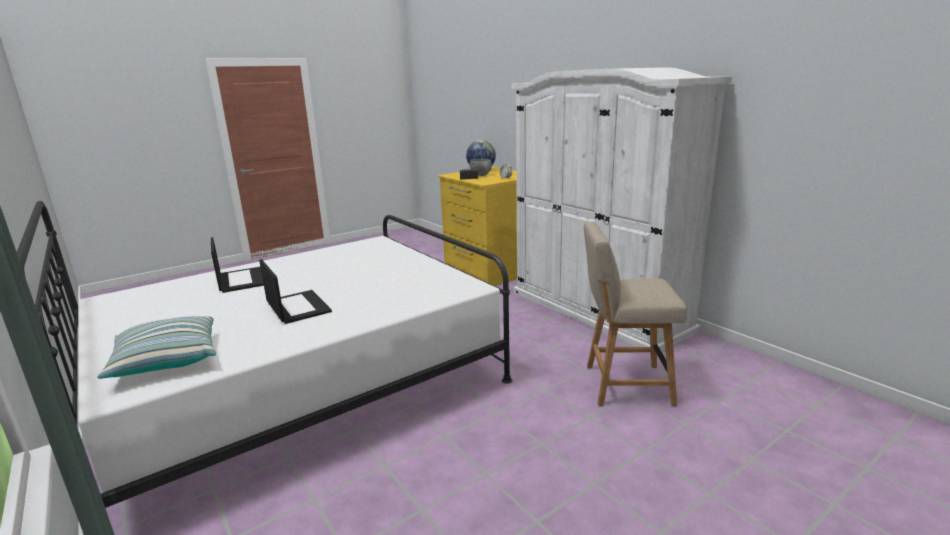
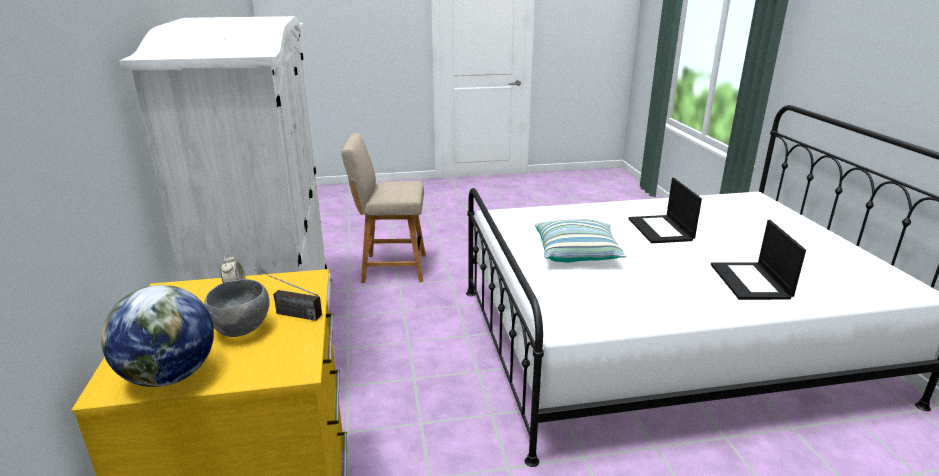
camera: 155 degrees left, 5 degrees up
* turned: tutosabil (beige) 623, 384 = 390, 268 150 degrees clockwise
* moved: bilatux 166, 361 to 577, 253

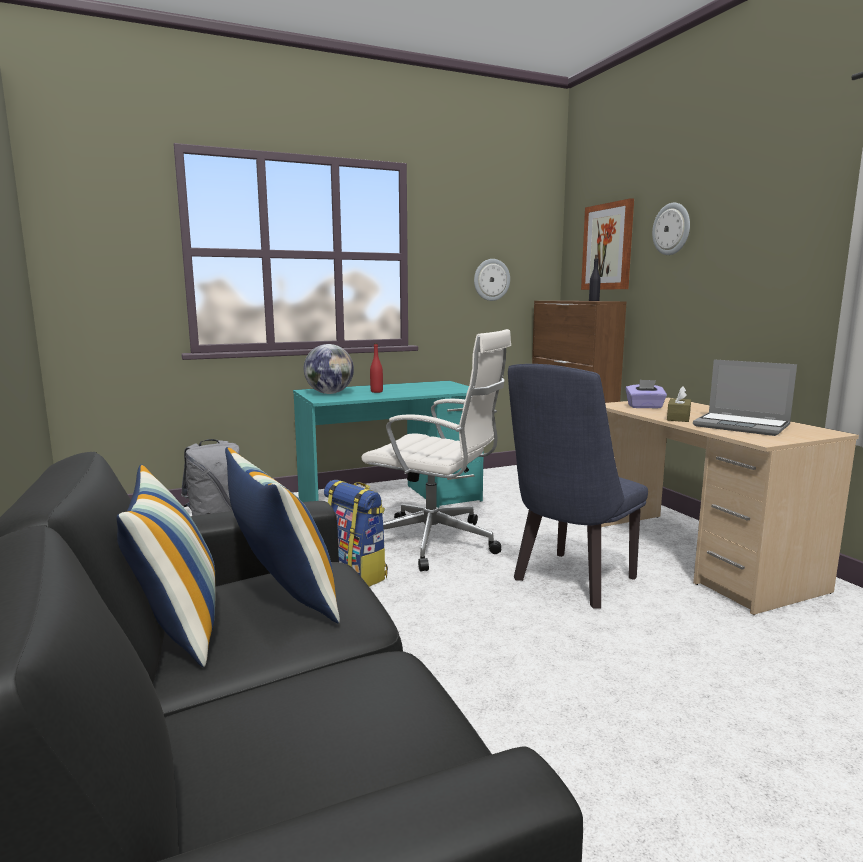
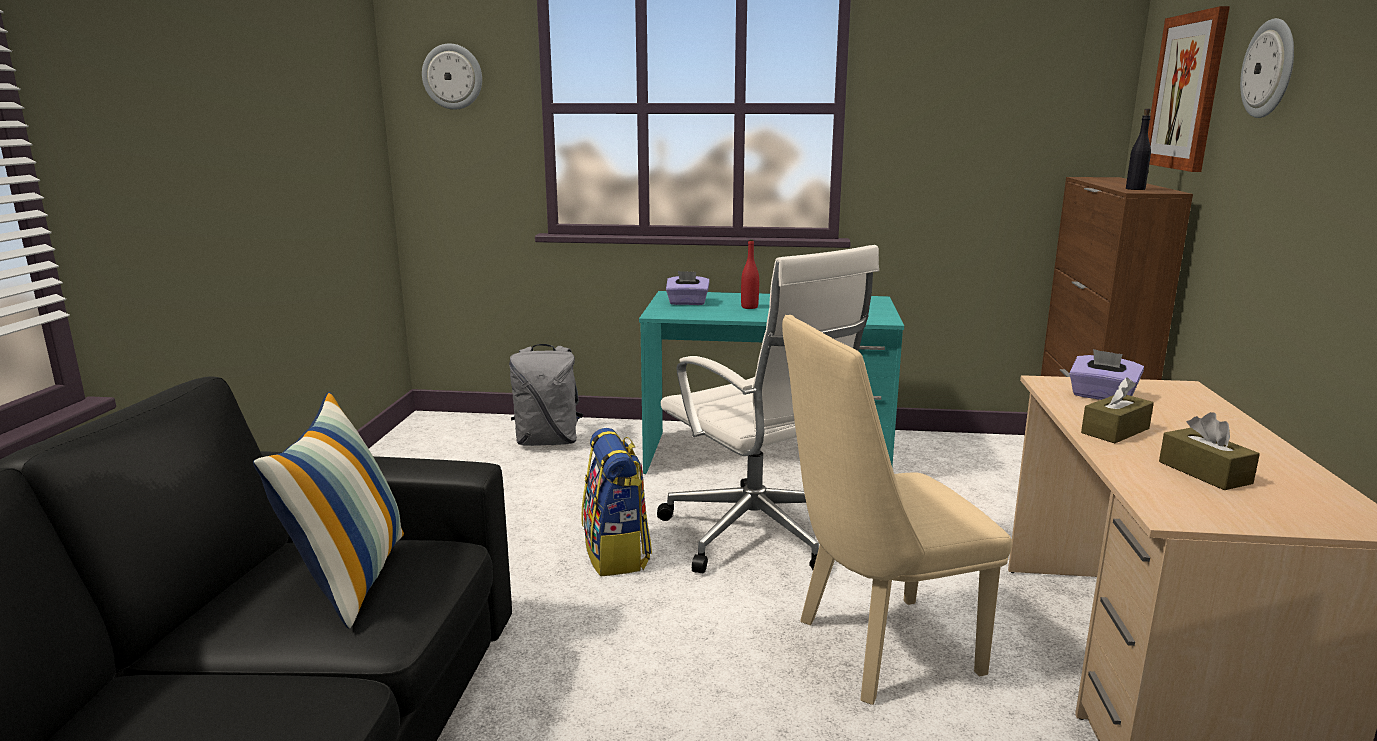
camera: 30 degrees right, 5 degrees up
* moved: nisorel 491, 280 to 452, 76
* replaced: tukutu 329, 393 to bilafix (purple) 687, 303
* replaced: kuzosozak 742, 426 to bilafix (brown) 1204, 472
* recoloured: tutosabil (blue) 570, 582 to tutosabil (beige) 874, 650
* removed: bilatux 177, 627

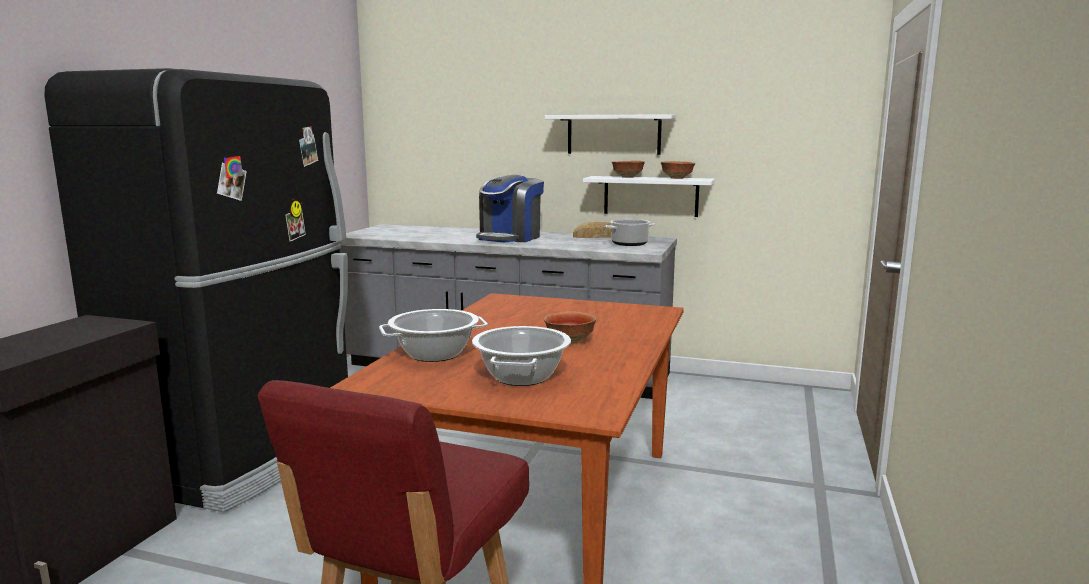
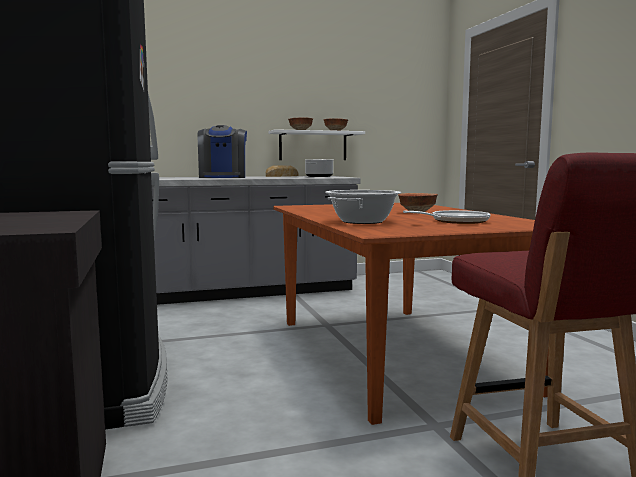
camera: 35 degrees left, 5 degrees down
* removed: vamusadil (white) 613, 134
* replaced: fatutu 521, 376 to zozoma 455, 222

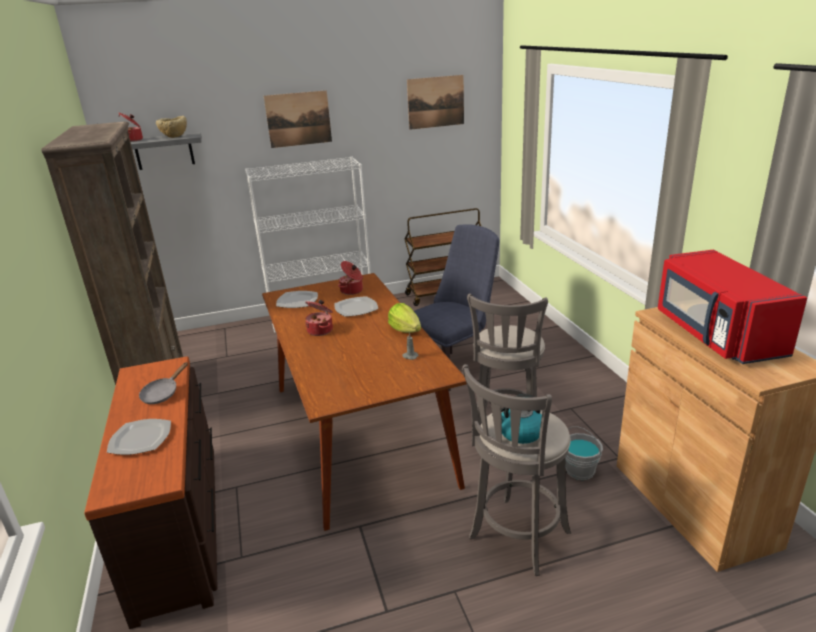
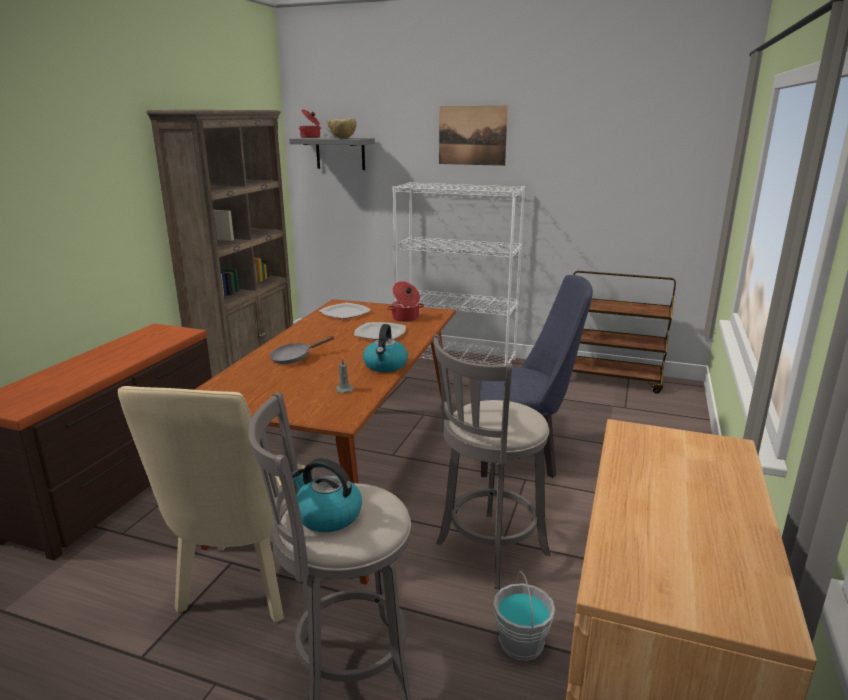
camera: 35 degrees right, 5 degrees down
* removed: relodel 436, 102
* removed: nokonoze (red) 715, 334
* removed: fatutu 320, 330
* replaced: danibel 405, 330 to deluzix 385, 366
* moved: zozoma (grey) 162, 394 to 295, 358
* removed: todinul 141, 438
* added: tutosabil (beige) 242, 590

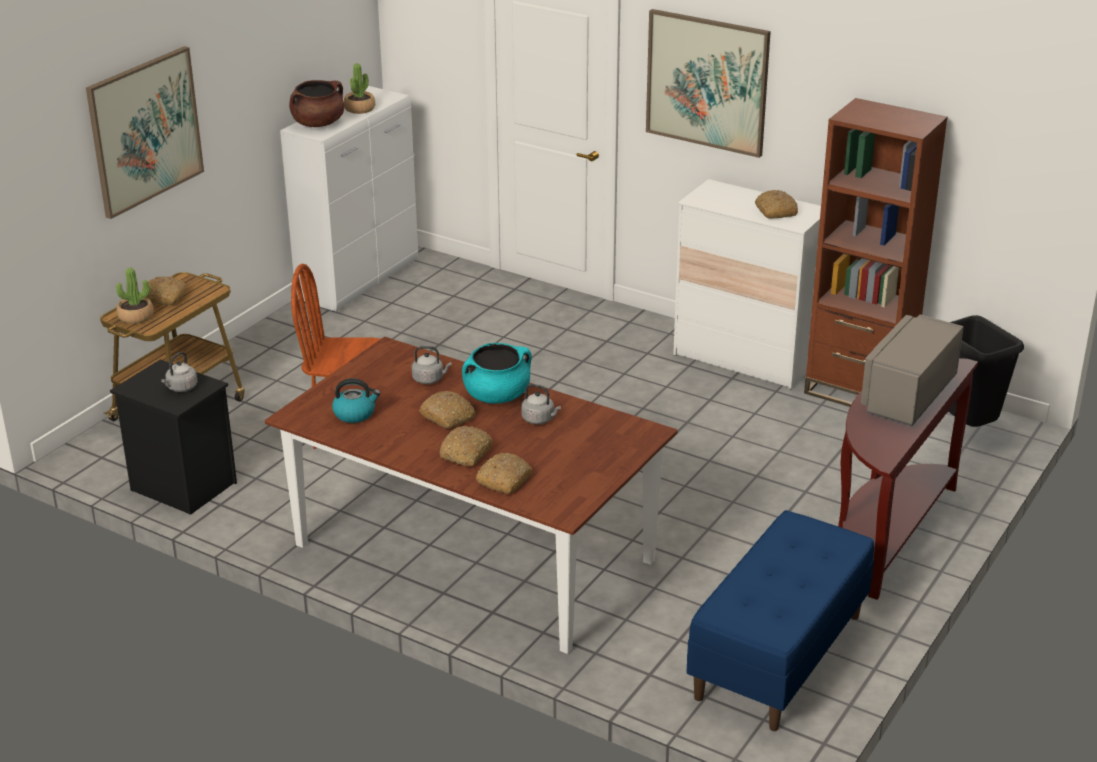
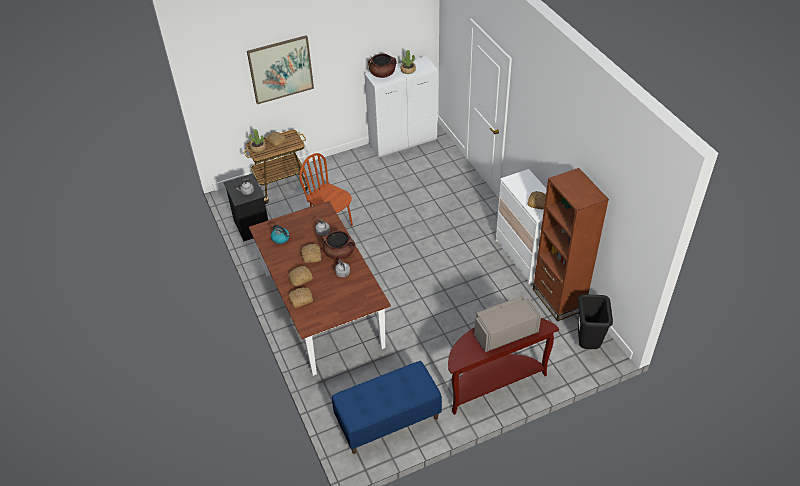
camera: 35 degrees right, 15 degrees up
* removed: relodel 707, 82
* recoloured: fatutu (turquoise) 497, 396 to fatutu (brown) 339, 253

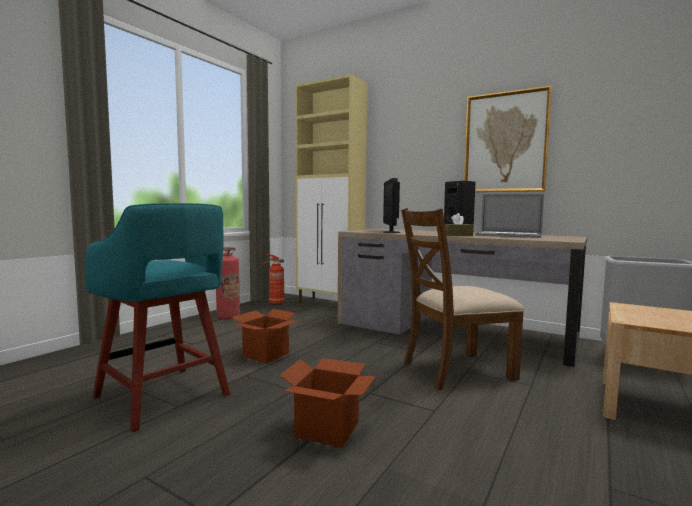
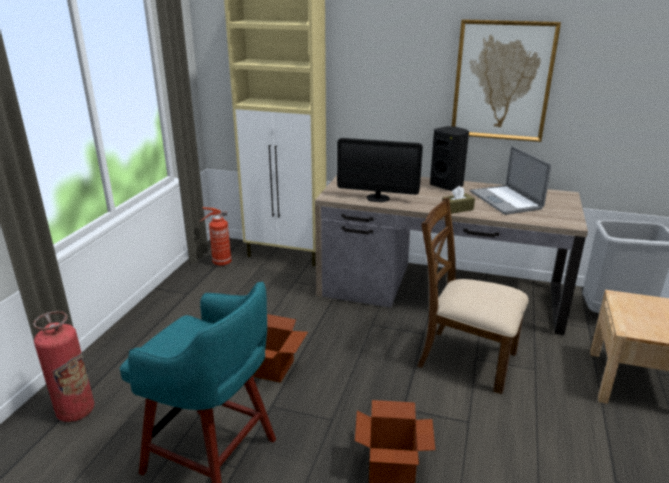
camera: 15 degrees left, 20 degrees up
* turned: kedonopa 391, 232 = 377, 198 60 degrees counterclockwise
* turned: kuzosozak 508, 235 = 505, 200 60 degrees clockwise
* turned: tutosabil (brown) 456, 370 = 466, 359 60 degrees clockwise
* moved: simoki 228, 317 to 76, 411

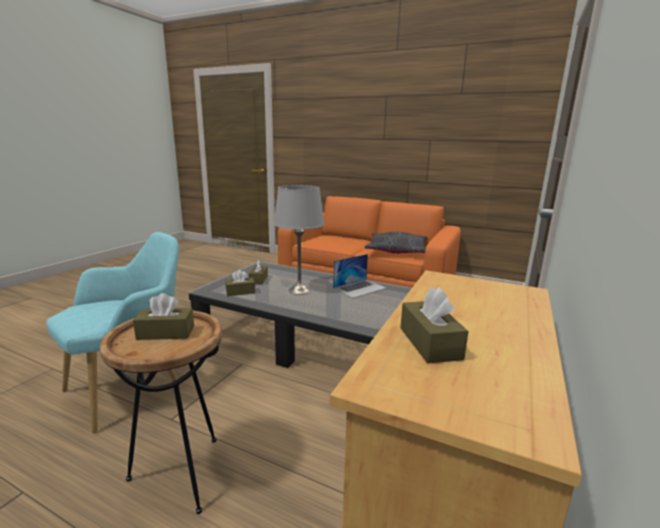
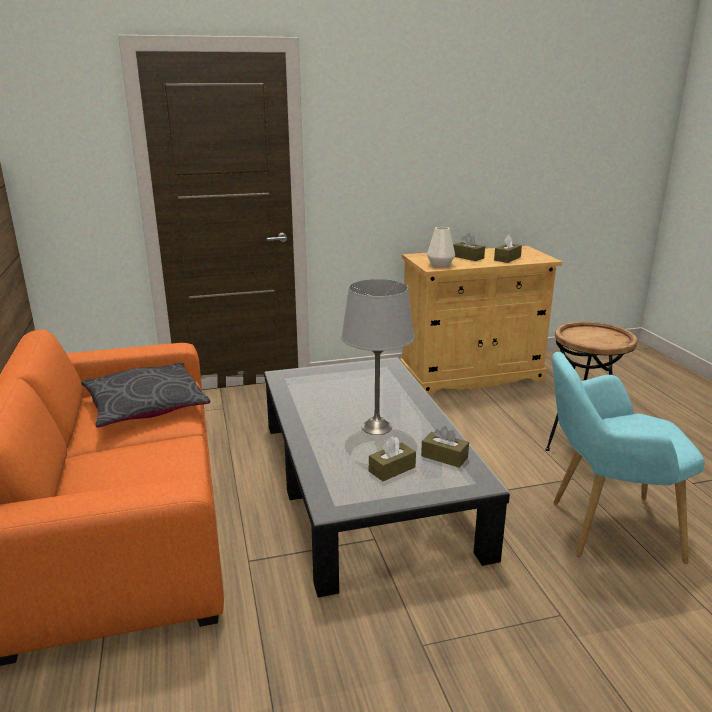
camera: 130 degrees left, 5 degrees up
* removed: kuzosozak 360, 288
* moved: bilafix (brown) 166, 333 to 468, 257
* added: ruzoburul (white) 440, 265

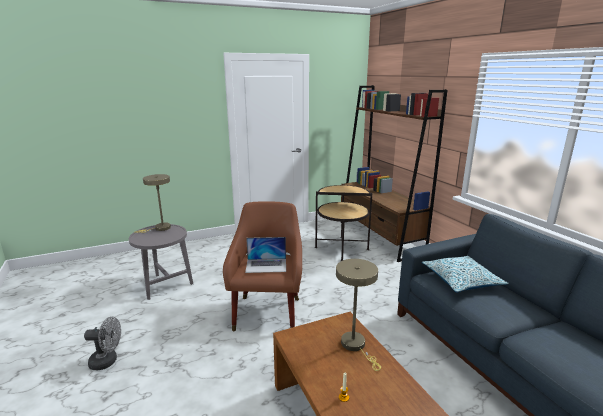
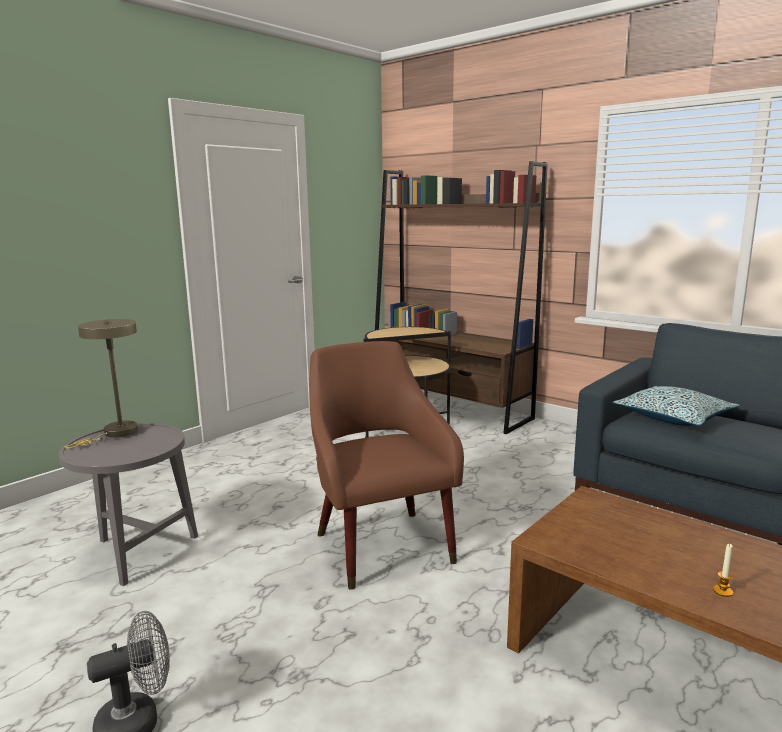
camera: 25 degrees left, 5 degrees down
* removed: kuzosozak 266, 265
* removed: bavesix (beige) 356, 346

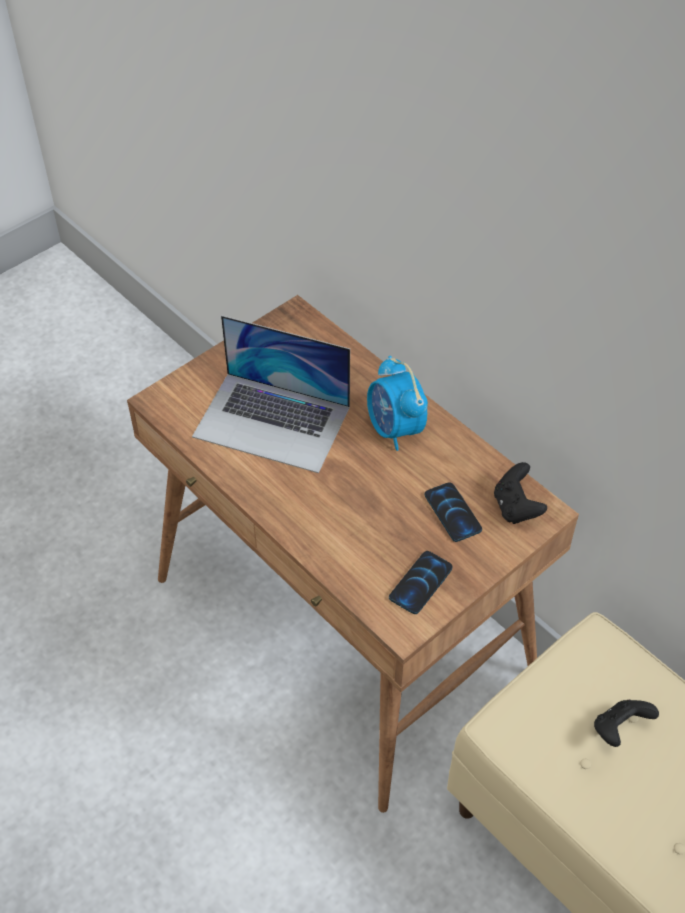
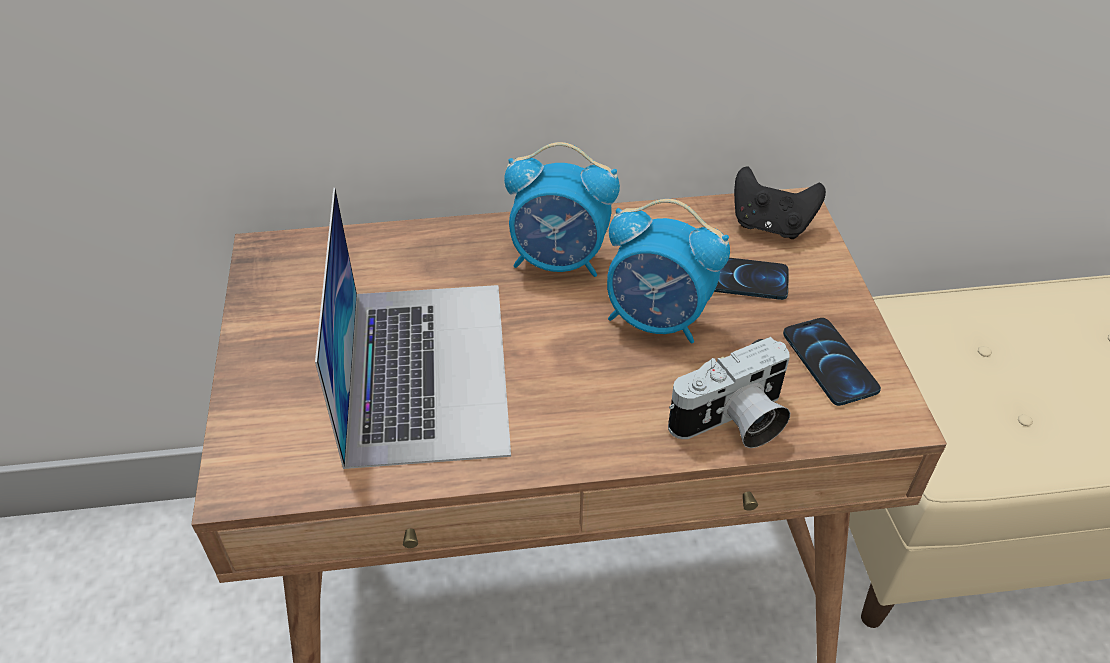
camera: 55 degrees left, 5 degrees down
* turned: kuzosozak 272, 421 = 426, 369 60 degrees counterclockwise
* removed: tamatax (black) 619, 729
* added: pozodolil 657, 320
* added: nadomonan 733, 423

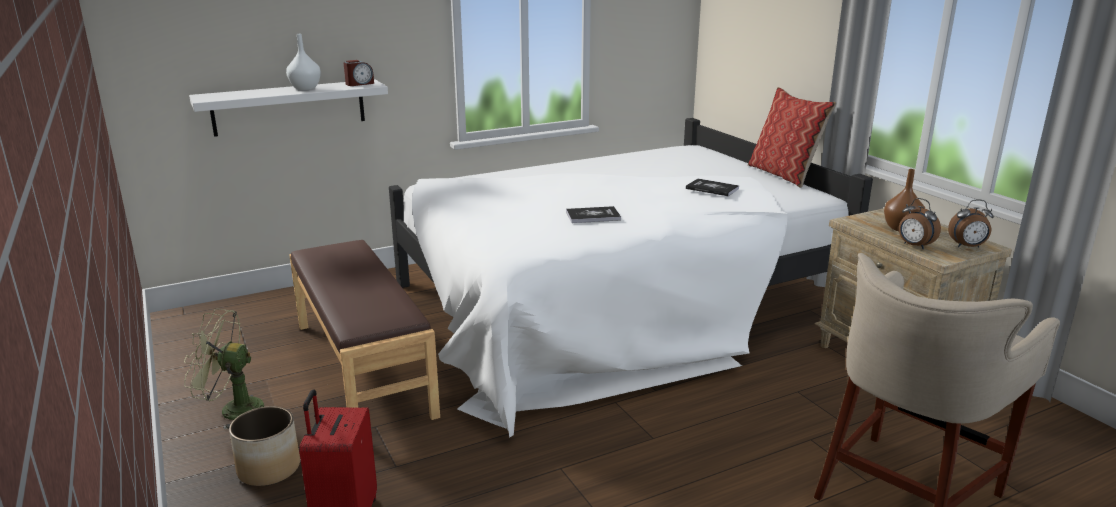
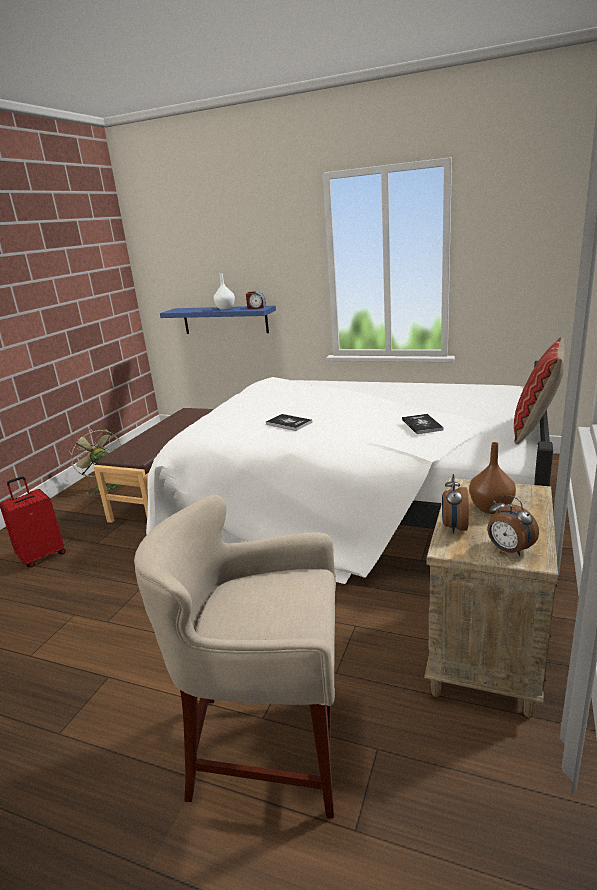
camera: 50 degrees right, 0 degrees up
* recoloured: vamusadil (white) 289, 107 to vamusadil (blue) 225, 320
* removed: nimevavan 269, 469

